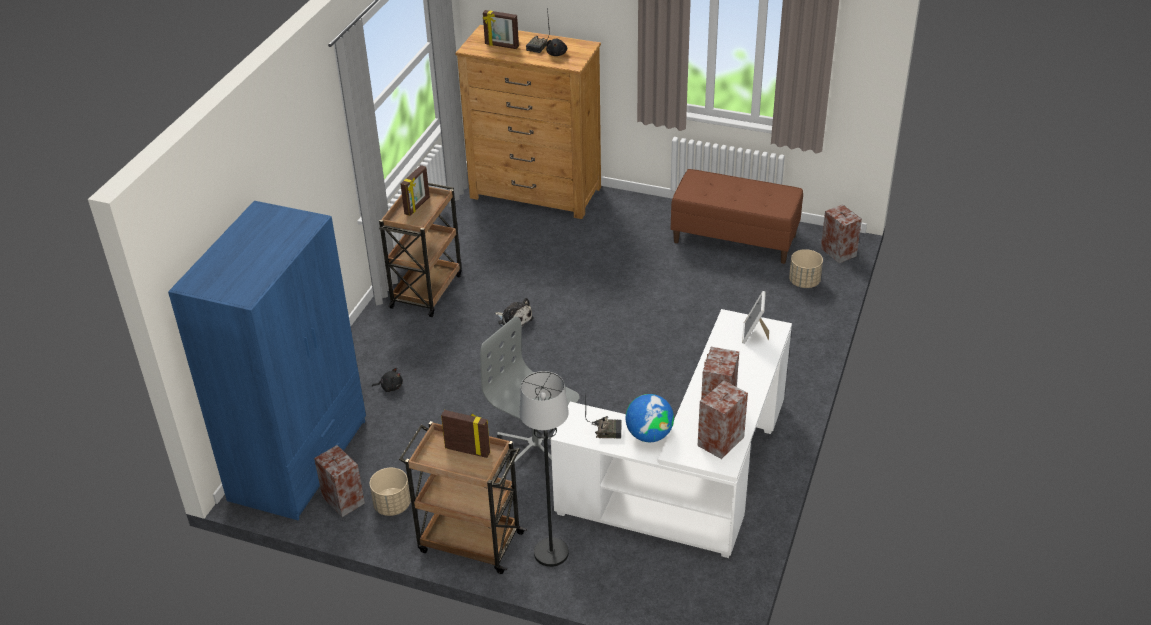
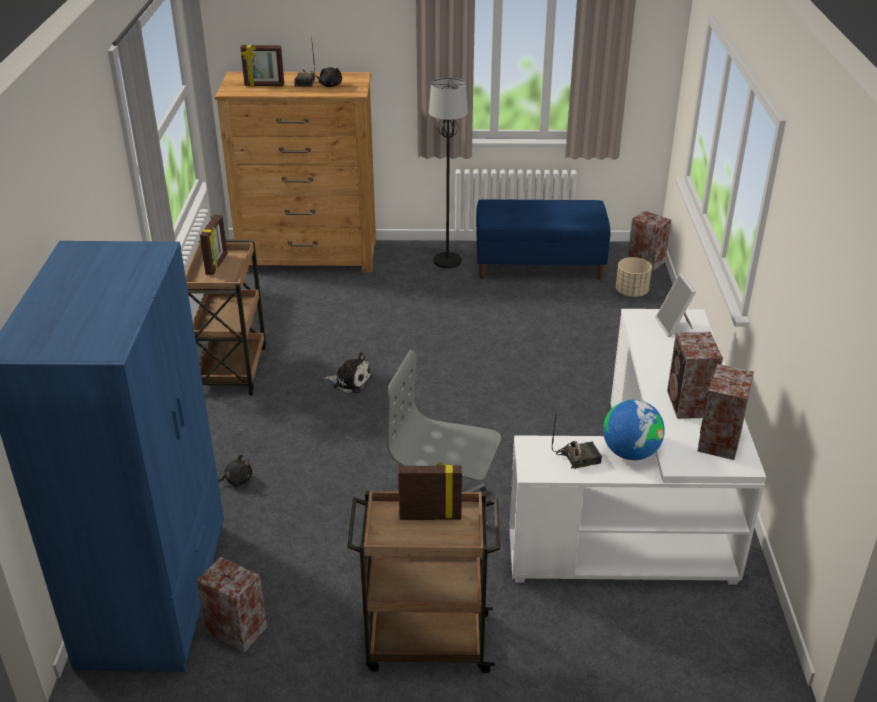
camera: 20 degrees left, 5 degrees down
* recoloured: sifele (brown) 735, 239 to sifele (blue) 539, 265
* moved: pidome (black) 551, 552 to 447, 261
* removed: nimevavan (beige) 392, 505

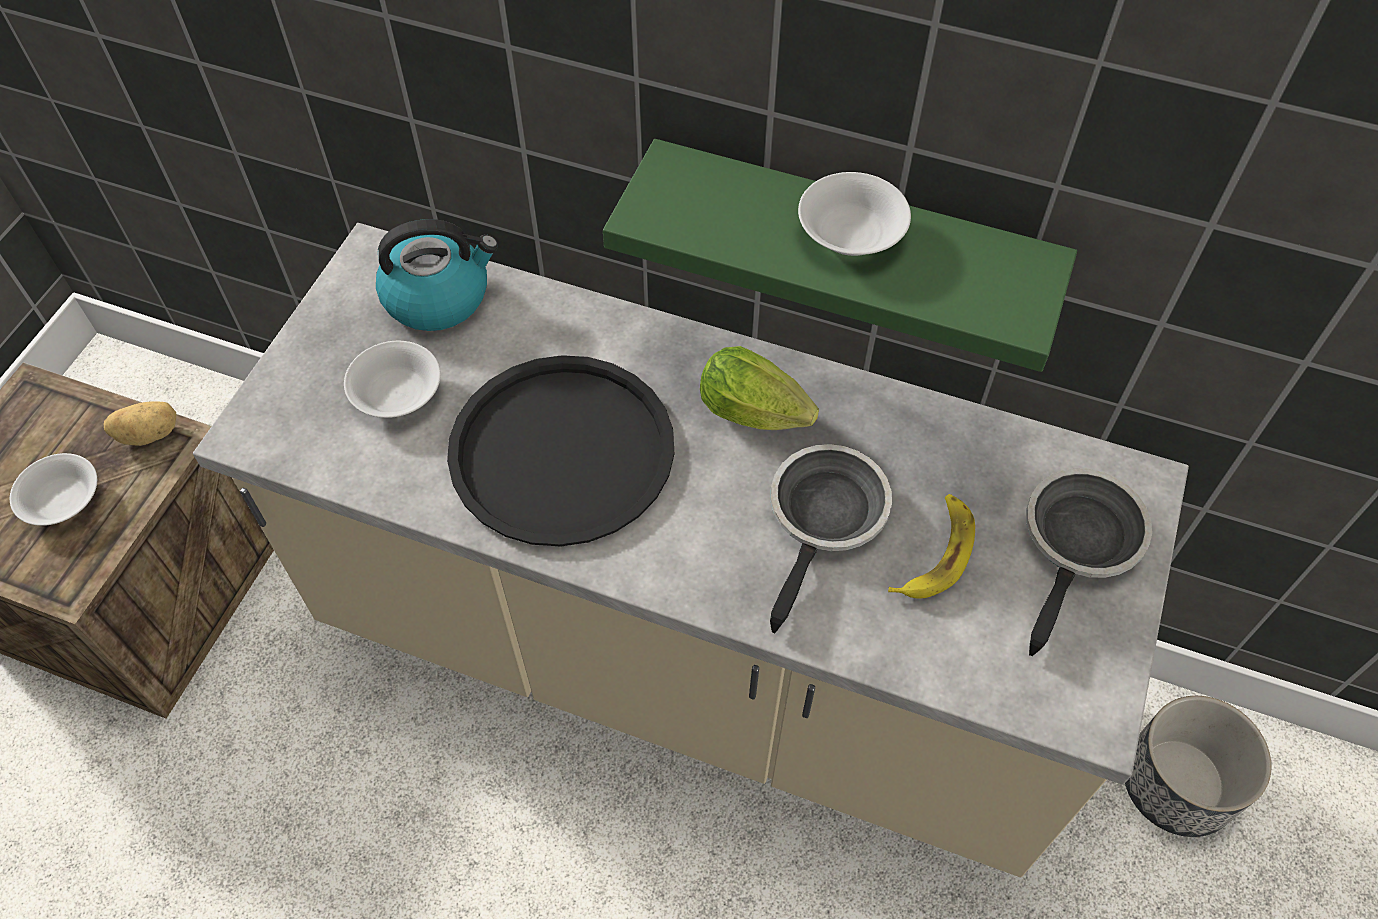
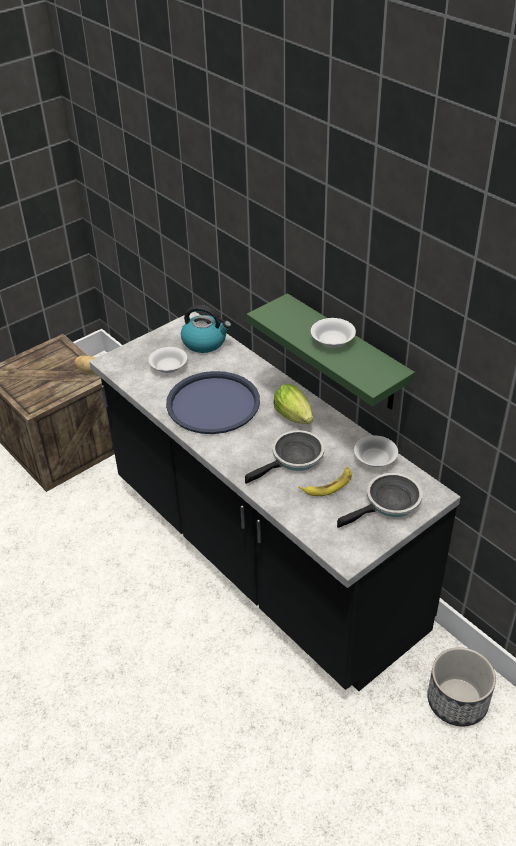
camera: 30 degrees right, 15 degrees down
* recoloured: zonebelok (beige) 689, 658 to zonebelok (black) 261, 555
* recoloured: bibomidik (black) 562, 450 to bibomidik (blue) 213, 403
* moved: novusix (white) 64, 500 to 375, 459

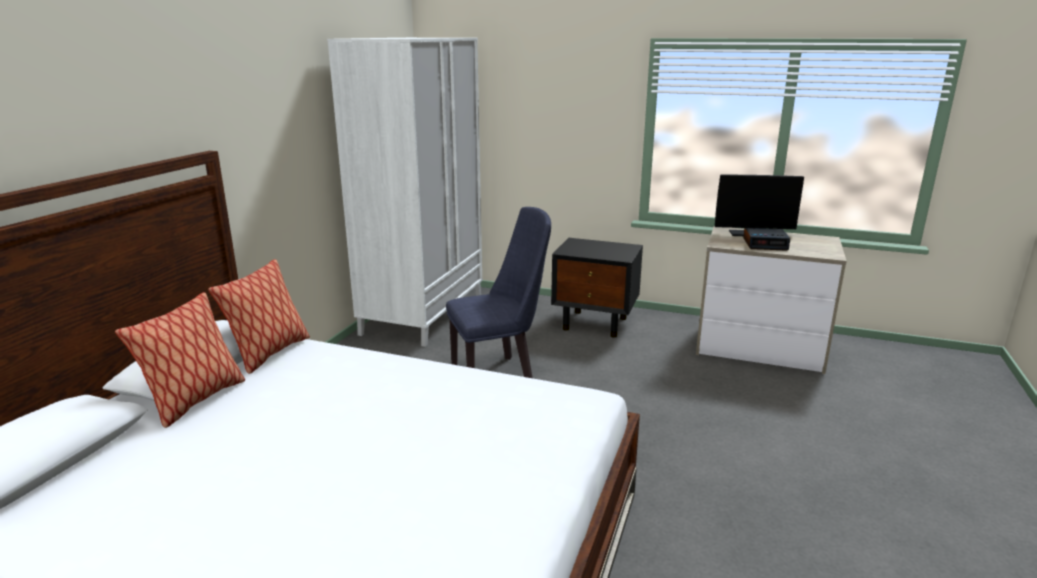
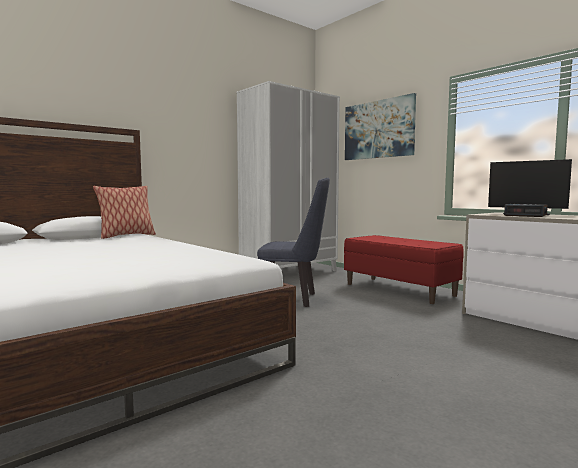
camera: 30 degrees right, 15 degrees down
* replaced: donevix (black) 596, 324 to sifele (red) 399, 289
* removed: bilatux 195, 401
* added: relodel 378, 129

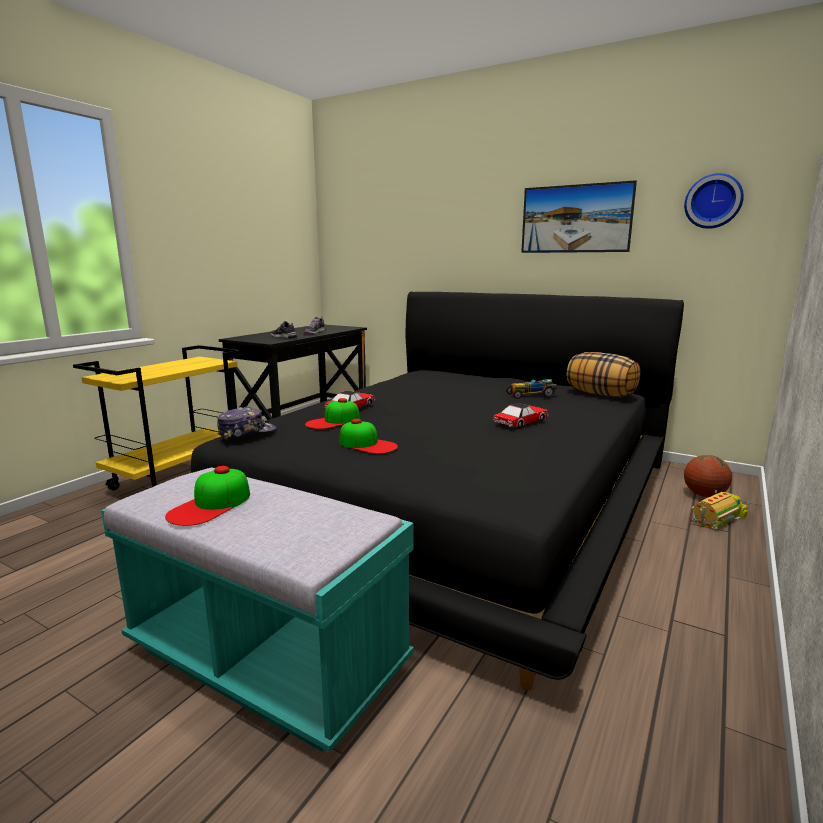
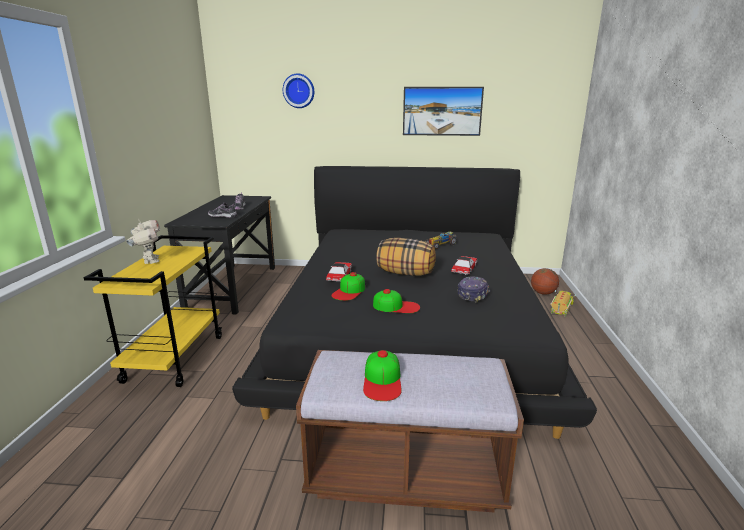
camera: 25 degrees left, 5 degrees up
* moved: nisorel 713, 201 to 299, 91
* moved: bilatux 601, 394 to 405, 273
* moved: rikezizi 246, 432 to 473, 294
* recoloured: sifele (turquoise) 266, 659 to sifele (brown) 405, 473
* added: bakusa 149, 261

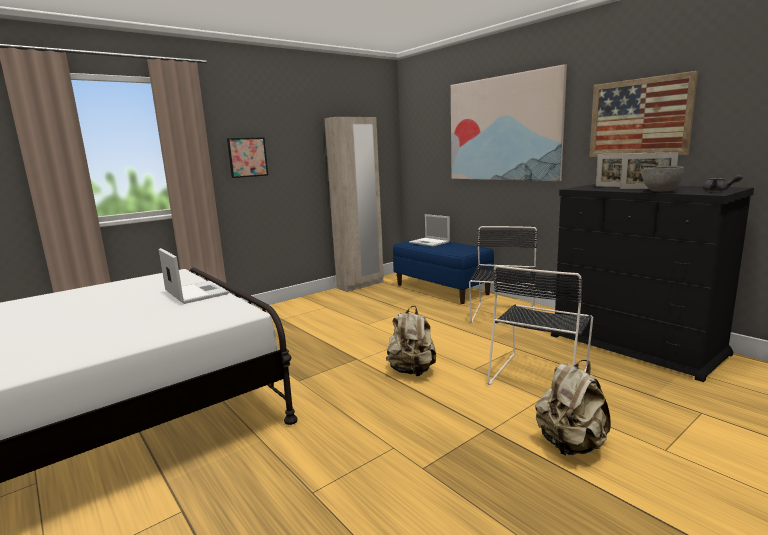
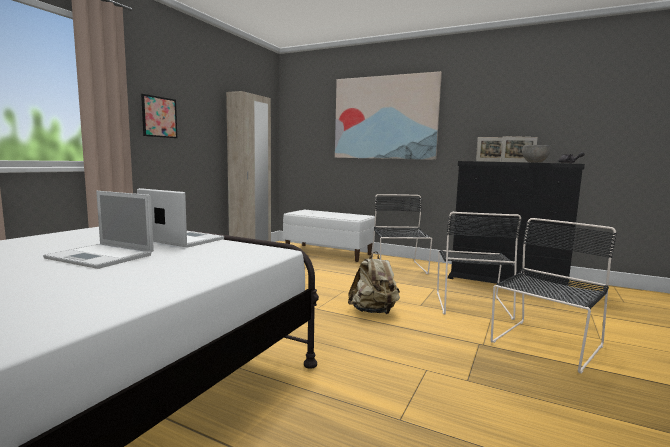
camera: 25 degrees left, 5 degrees down
* removed: relodel 639, 117
* moved: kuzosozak 430, 242 to 102, 256
* recoloured: sifele (blue) 442, 289 to sifele (white) 328, 253
* replaced: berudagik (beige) 570, 445 to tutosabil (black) 545, 345

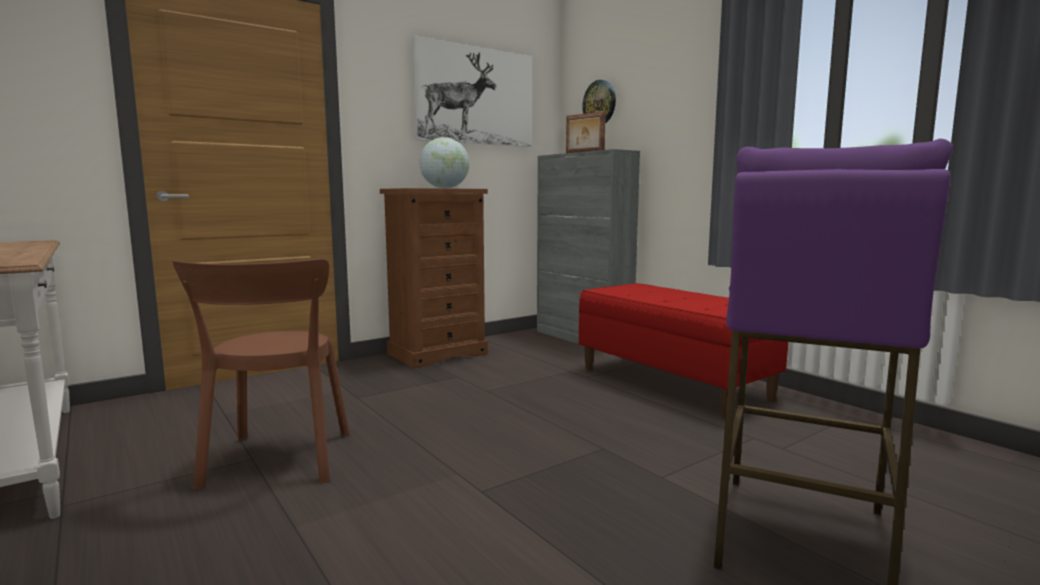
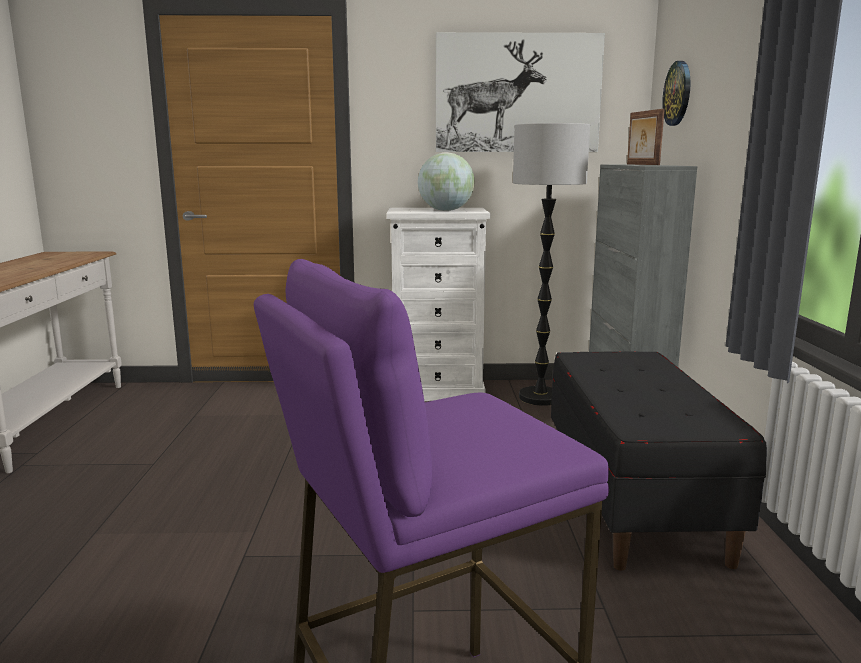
camera: 35 degrees right, 5 degrees up
* recoloured: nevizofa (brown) 437, 354 to nevizofa (white) 437, 392
* removed: tutosabil (brown) 277, 462
* recoloured: sifele (red) 673, 383 to sifele (black) 634, 499
* added: pidome 540, 398

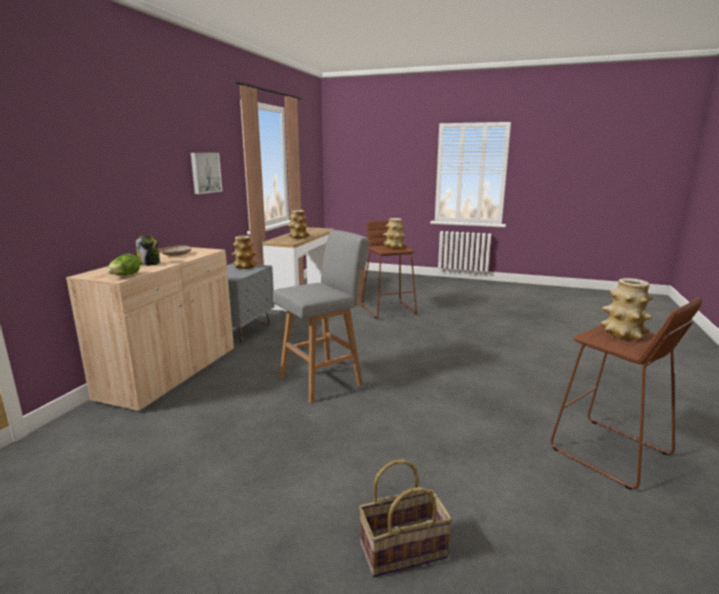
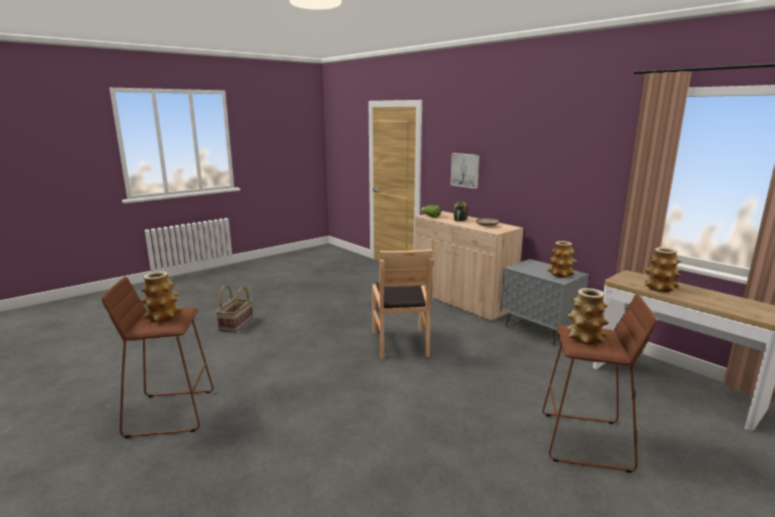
camera: 120 degrees right, 0 degrees up
* moved: relodel 205, 172 to 465, 170
* replaced: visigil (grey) 323, 380 to tutosabil (brown) 401, 343

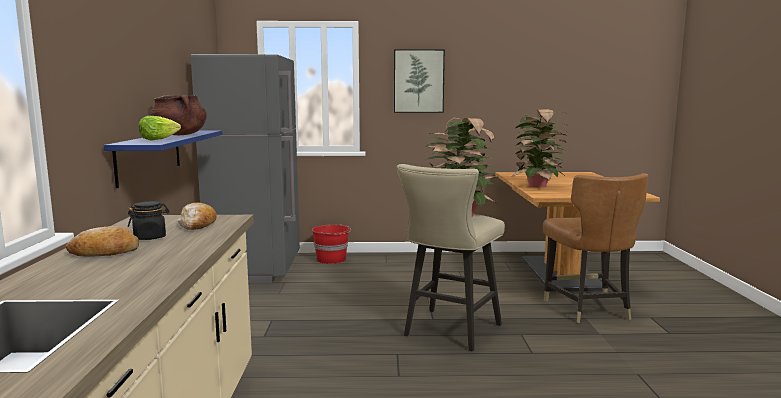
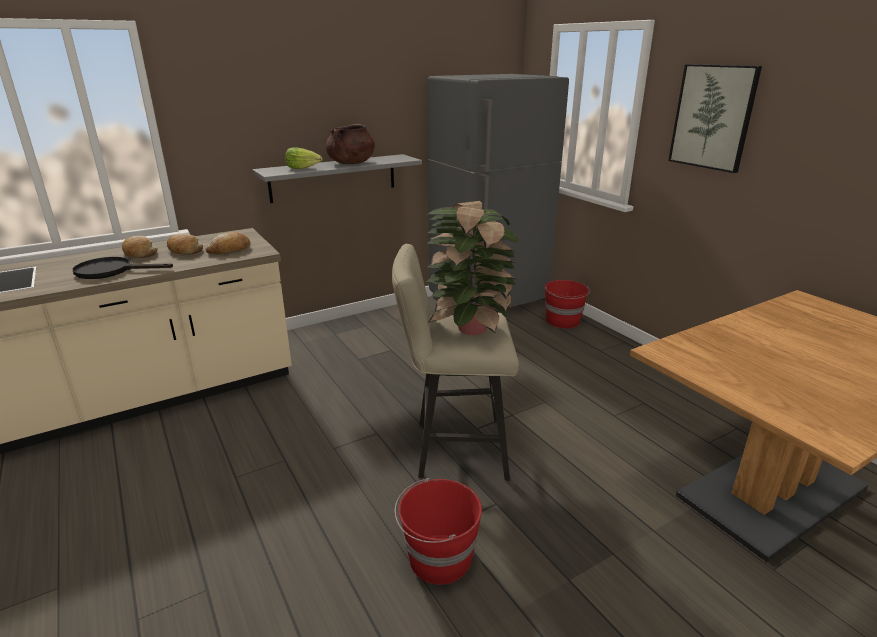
camera: 60 degrees right, 15 degrees up
* removed: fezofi 538, 186
* recoloured: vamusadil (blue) 149, 156 to vamusadil (grey) 333, 178
* removed: tutosabil (brown) 588, 309
* replaced: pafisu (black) 150, 237 to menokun 184, 250
* added: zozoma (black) 111, 271
* added: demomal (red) 438, 559

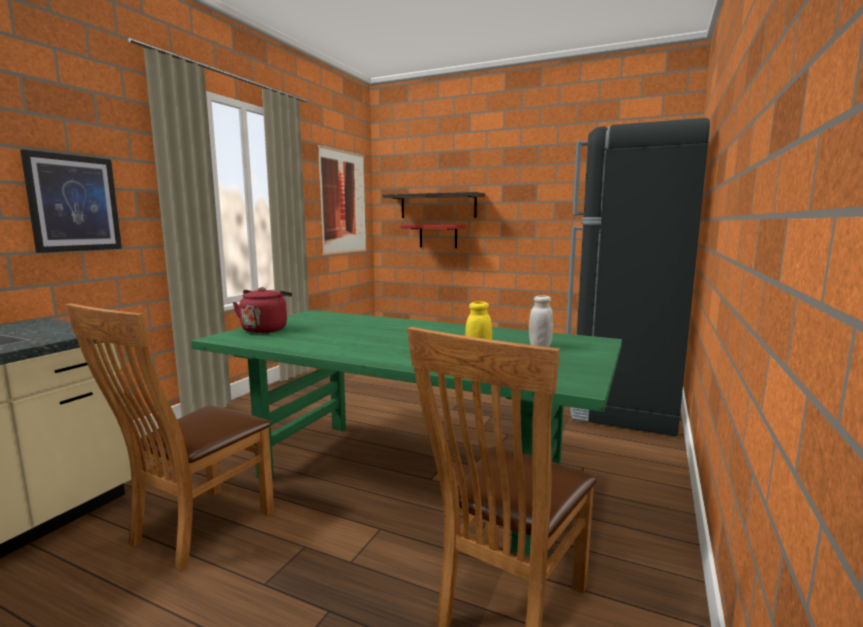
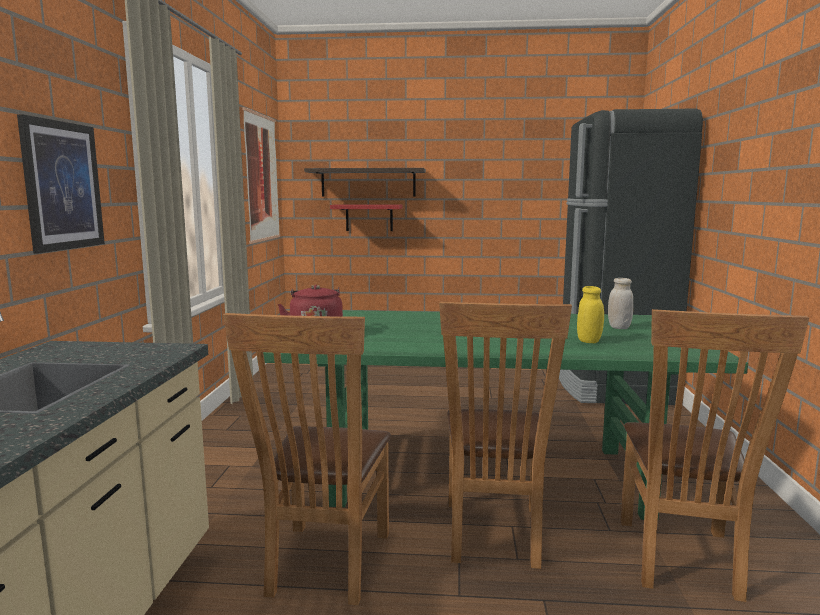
camera: 20 degrees left, 0 degrees up
* added: tutosabil (brown) 494, 537

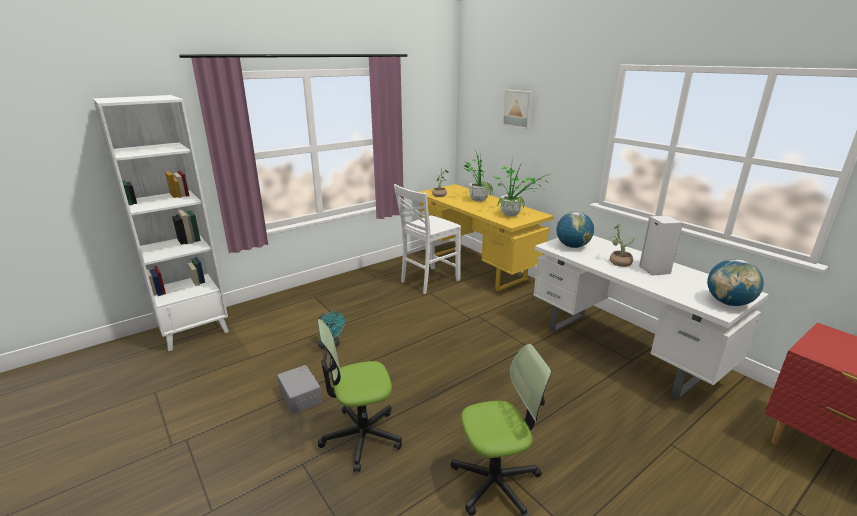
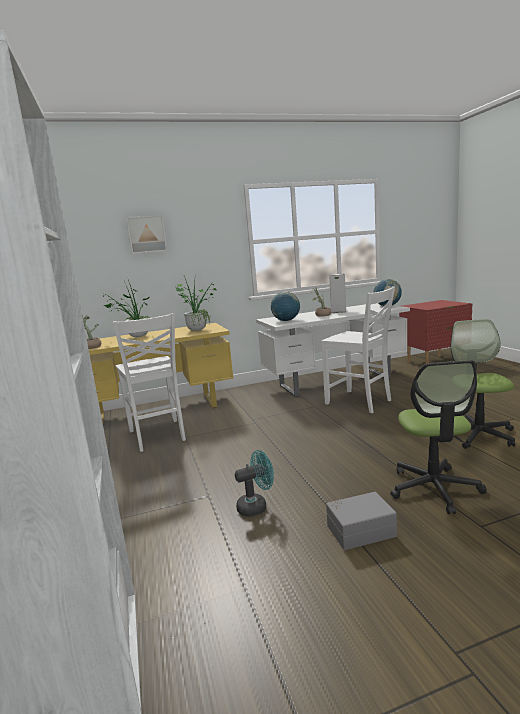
camera: 70 degrees left, 10 degrees down
* added: tutosabil (white) 359, 402

